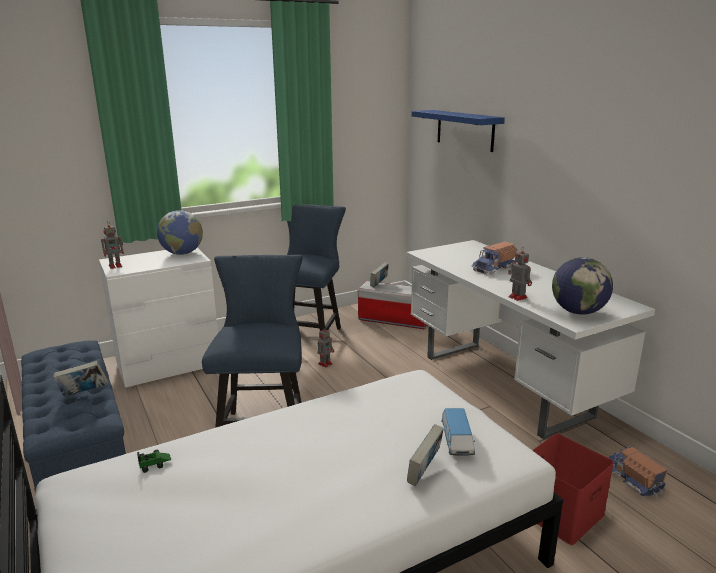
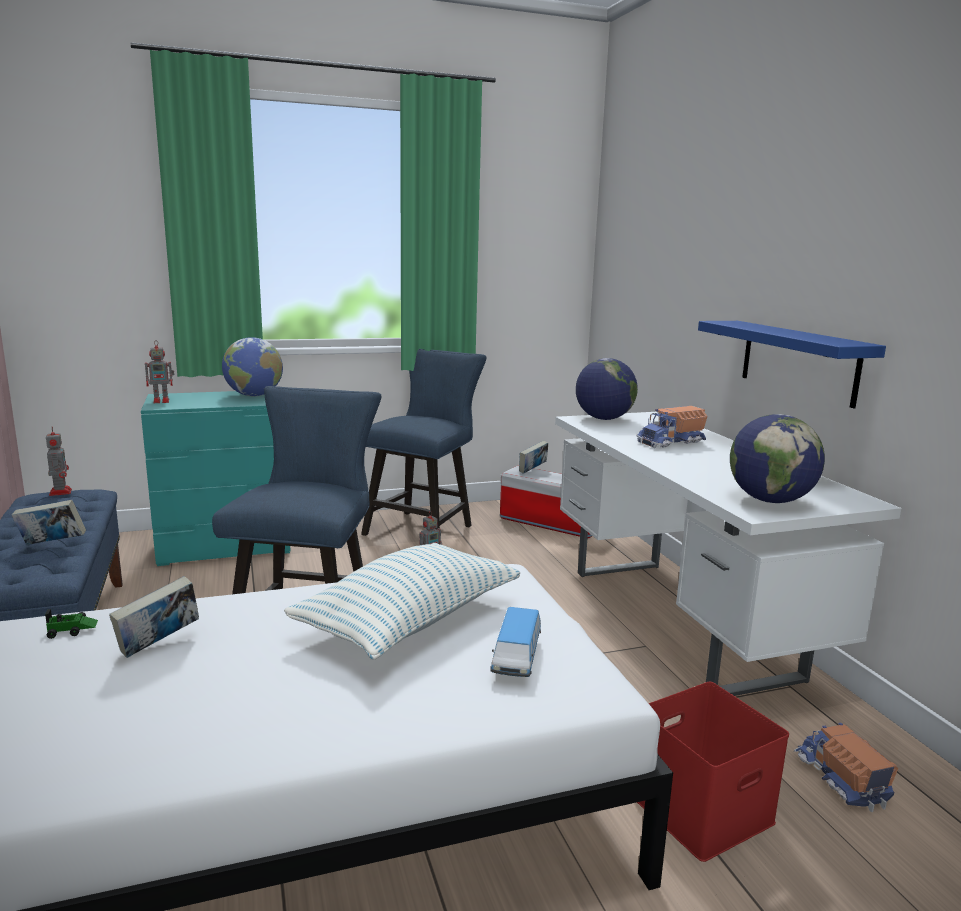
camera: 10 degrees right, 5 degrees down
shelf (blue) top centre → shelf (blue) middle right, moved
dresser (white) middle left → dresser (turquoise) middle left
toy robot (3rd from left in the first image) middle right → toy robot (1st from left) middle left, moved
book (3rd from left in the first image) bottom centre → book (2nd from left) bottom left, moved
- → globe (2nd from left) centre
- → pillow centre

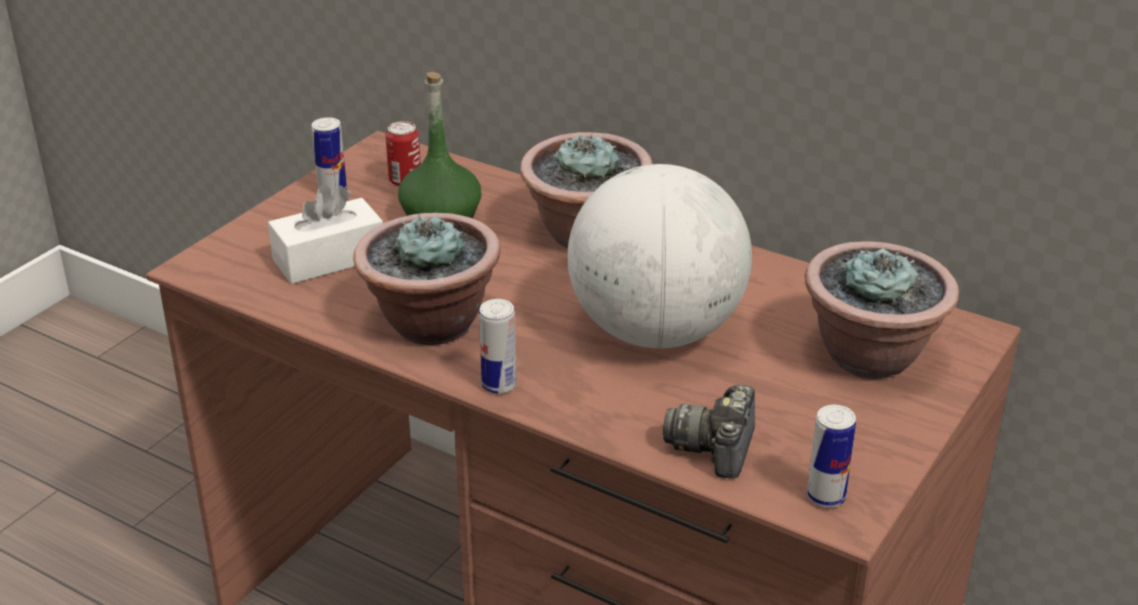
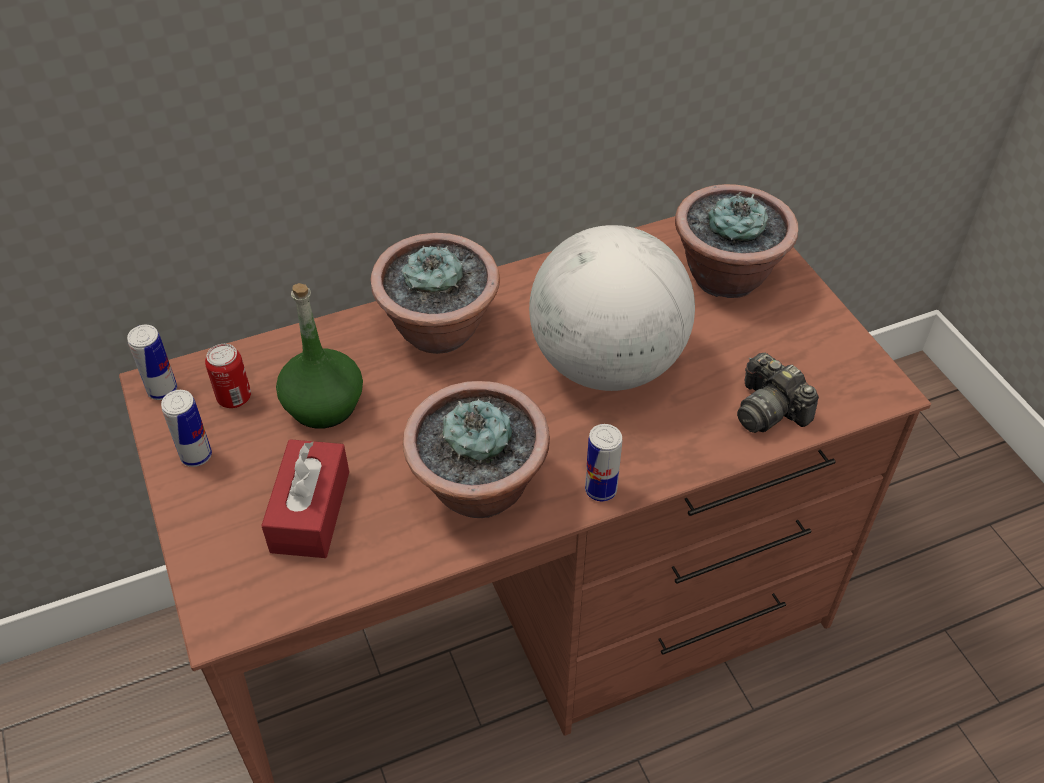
camera: 55 degrees left, 15 degrees up
tissue box (white) middle left → tissue box (red) middle left
can (4th from left in the first image) bottom right → can (1st from left) middle left, moved

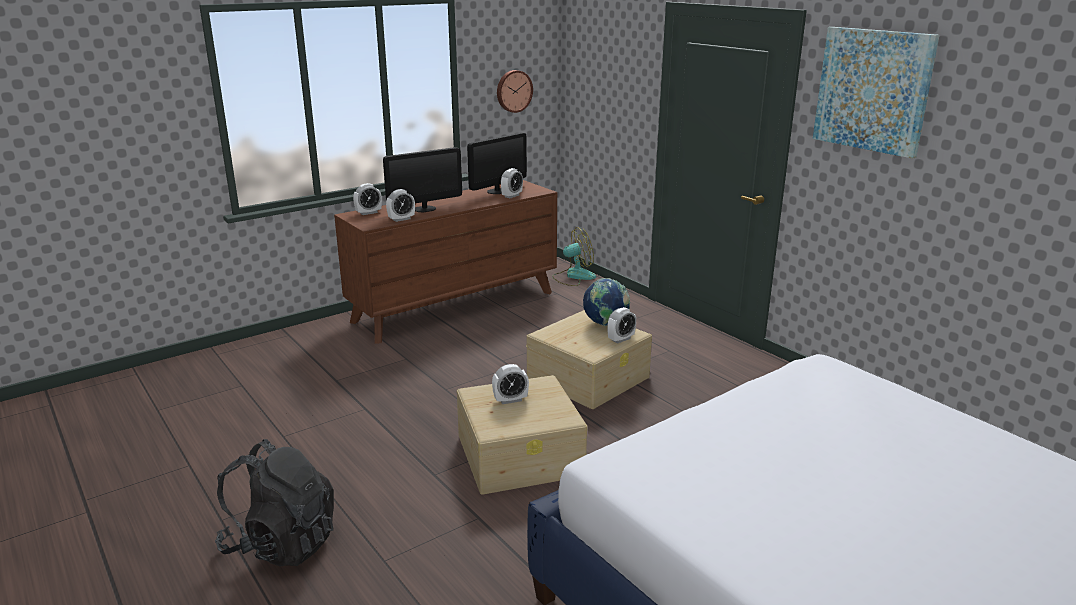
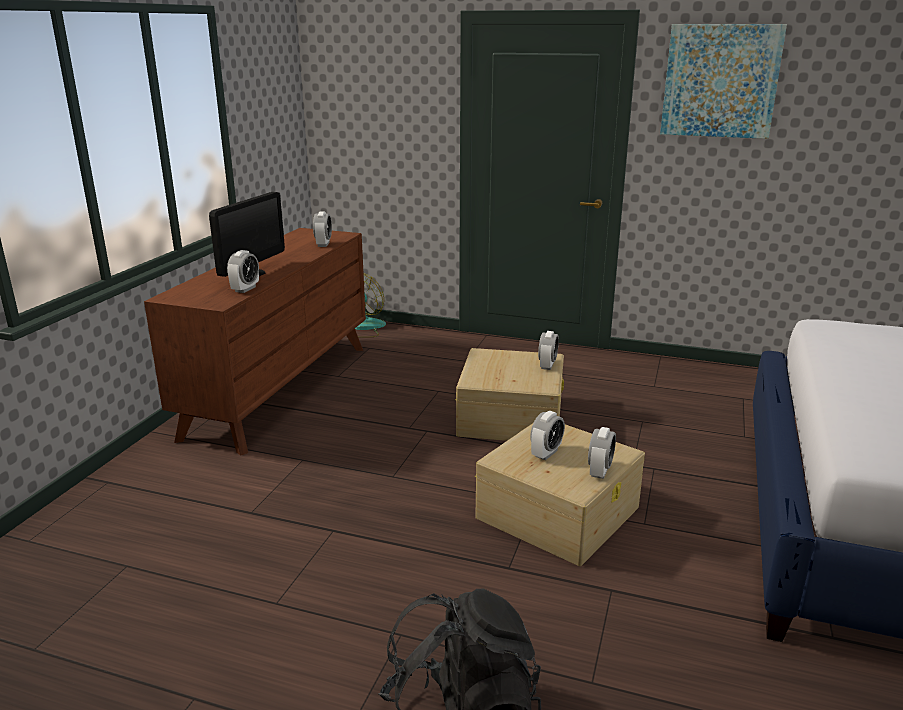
camera: 35 degrees left, 0 degrees up
wall clock top centre → -
monitor (2nd from left) top centre → -
alarm clock (1st from left in the first image) top centre → alarm clock (5th from left) middle right, moved
globe centre → -

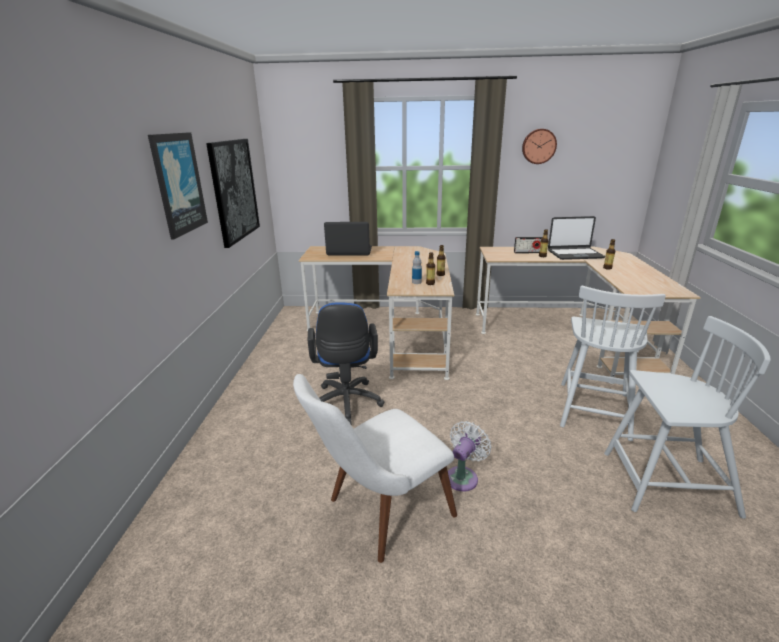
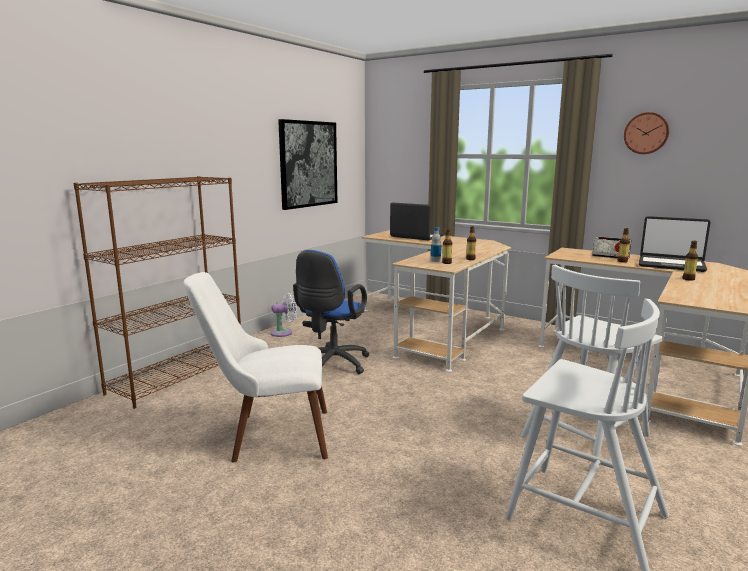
camera: 30 degrees right, 10 degrees down
picture (1st from left) top left → -
fan (white) bottom centre → fan (white) centre, moved
- → bookcase (brown) middle left

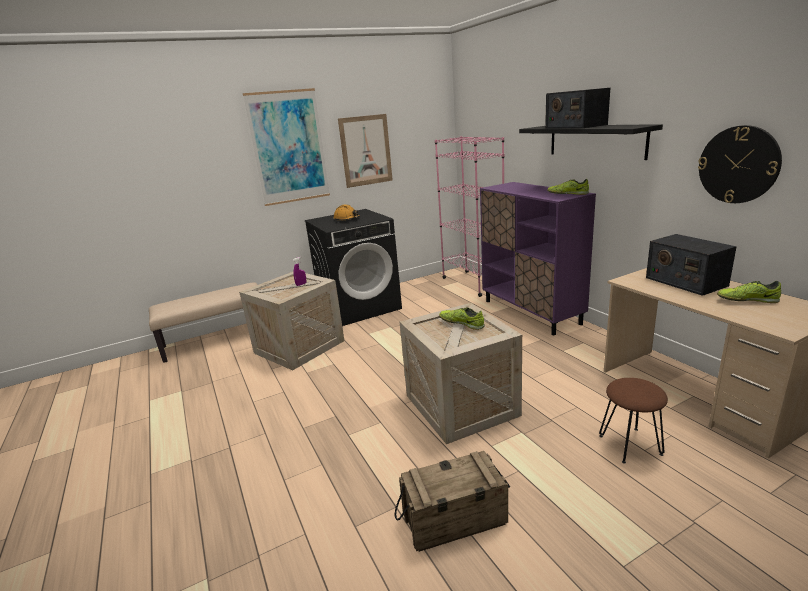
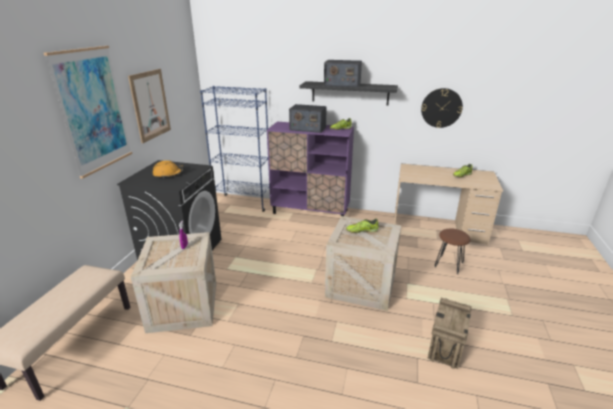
camera: 50 degrees left, 5 degrees up
bookcase (pink) centre → bookcase (blue) centre
radio (2nd from left in the first image) middle right → radio (1st from left) top centre, moved

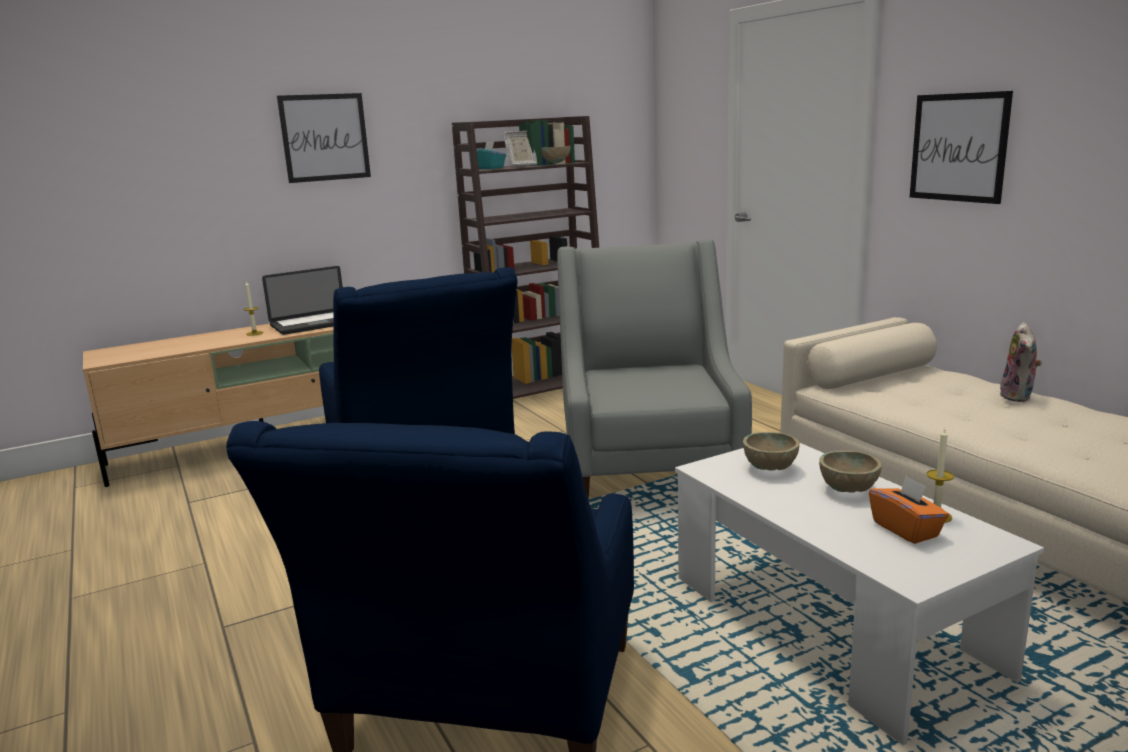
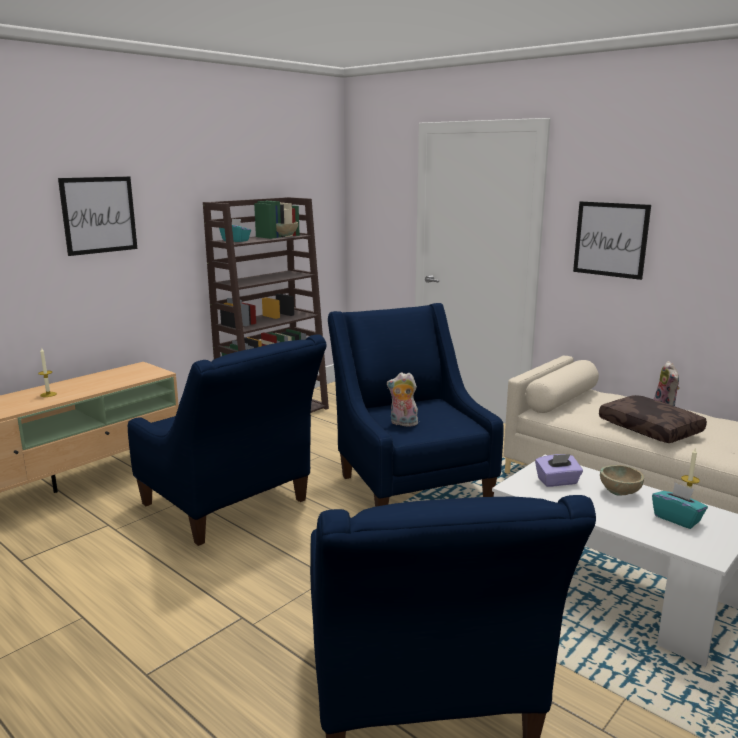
camera: 20 degrees left, 0 degrees up
picture frame top centre → -
armchair (grey) centre → armchair (blue) (2nd from left) centre
laptop middle left → -
bowl (beige) (2nd from left) middle right → tissue box (purple) middle right
tissue box (orange) bottom right → tissue box (turquoise) (2nd from left) bottom right
- → plush toy (1st from left) centre
- → pillow (brown) middle right

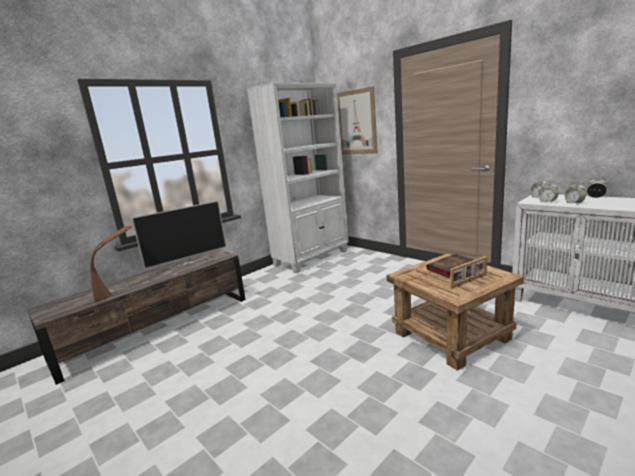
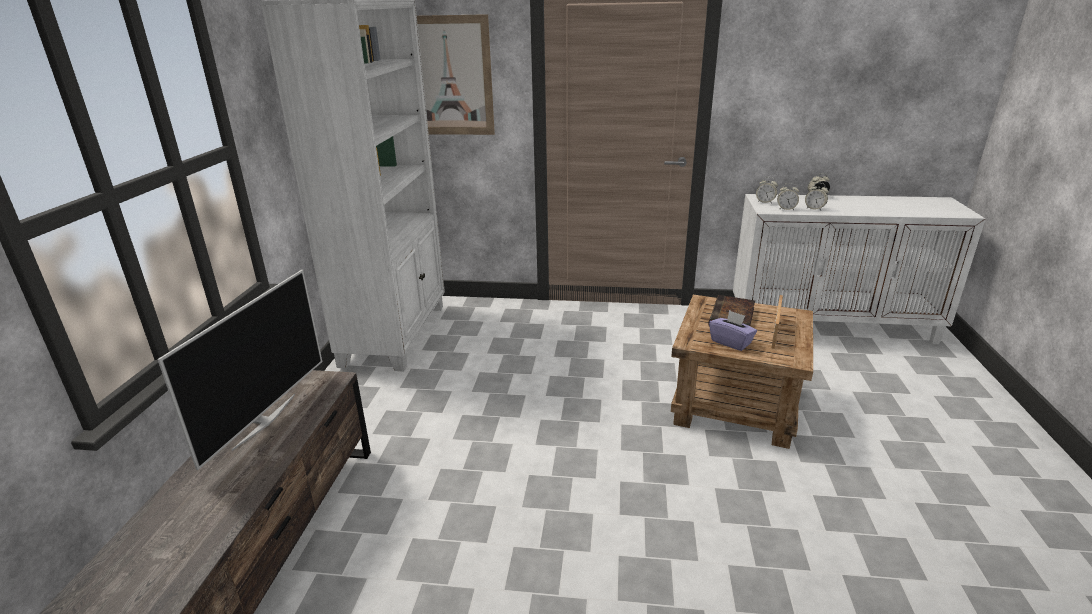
camera: 40 degrees left, 10 degrees up
table lamp (brown) middle left → -
- → tissue box (purple) middle right

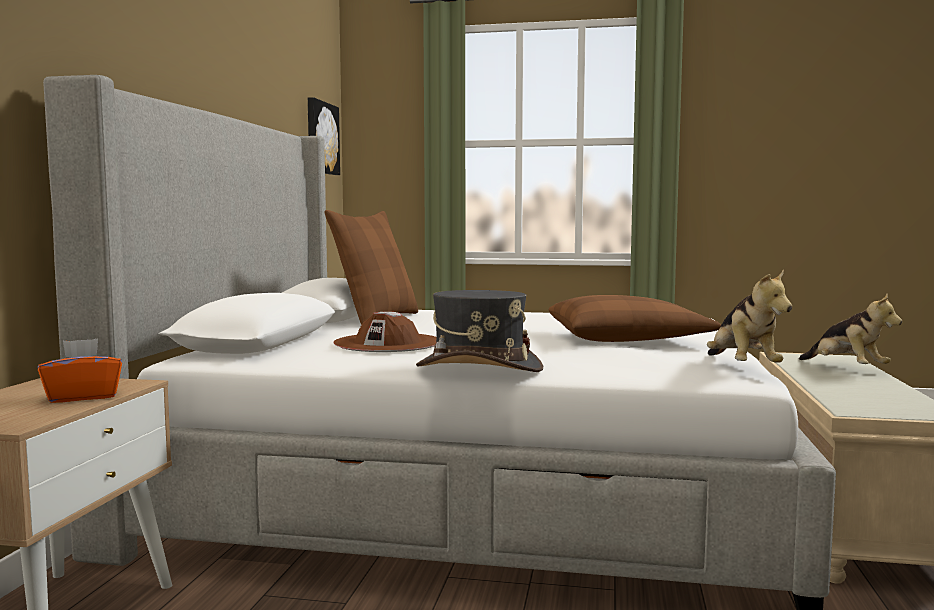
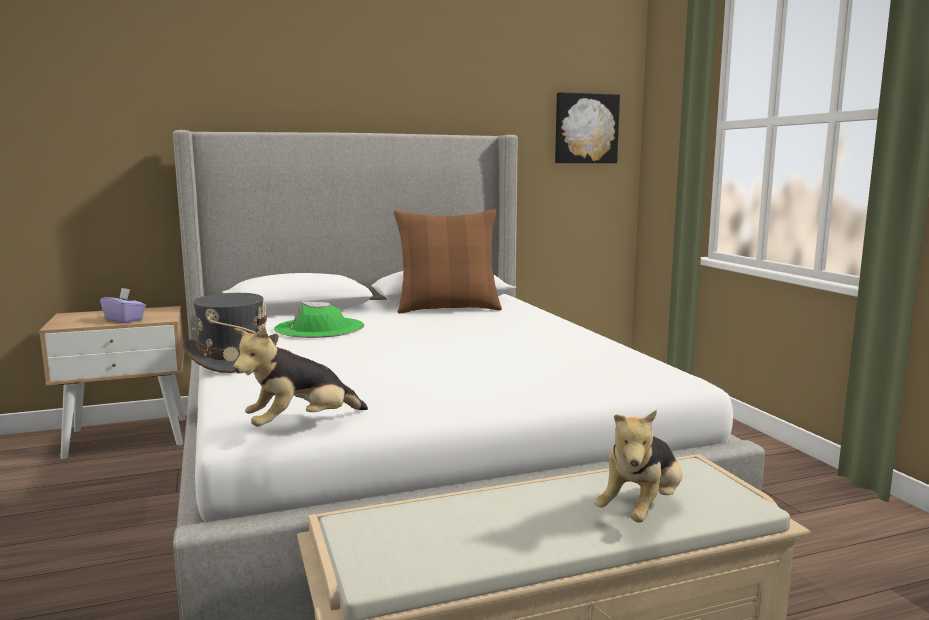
camera: 60 degrees right, 5 degrees up
pillow (brown) (2nd from left) middle right → -
hat (brown) centre → hat (green) centre
tissue box (orange) middle left → tissue box (purple) middle left

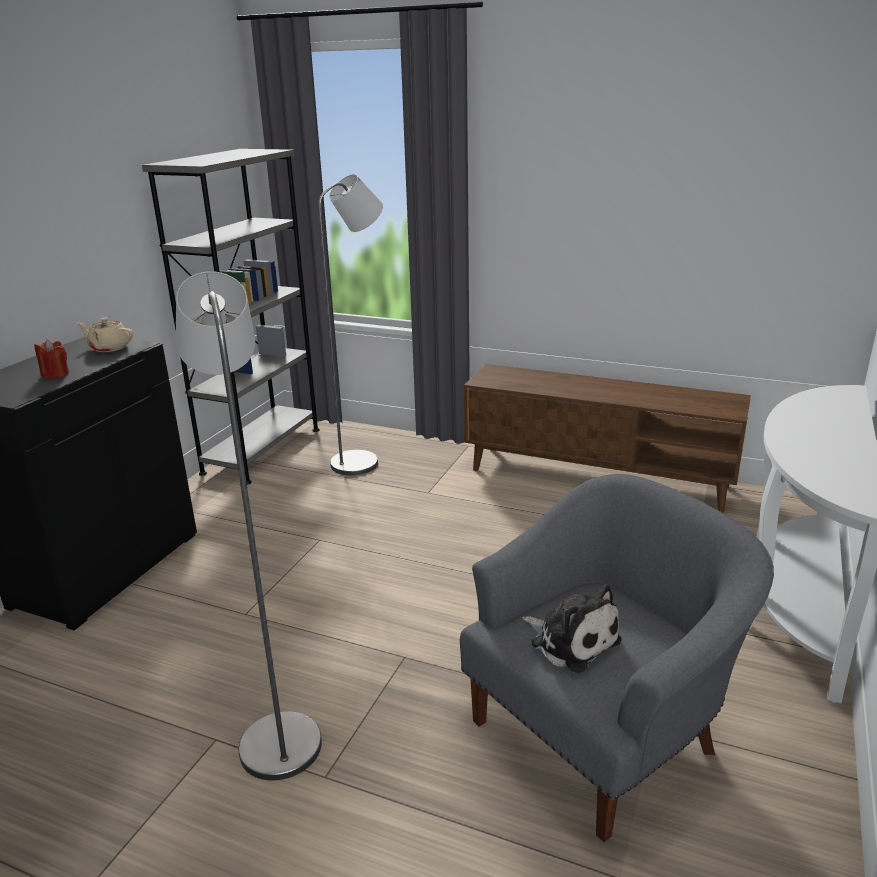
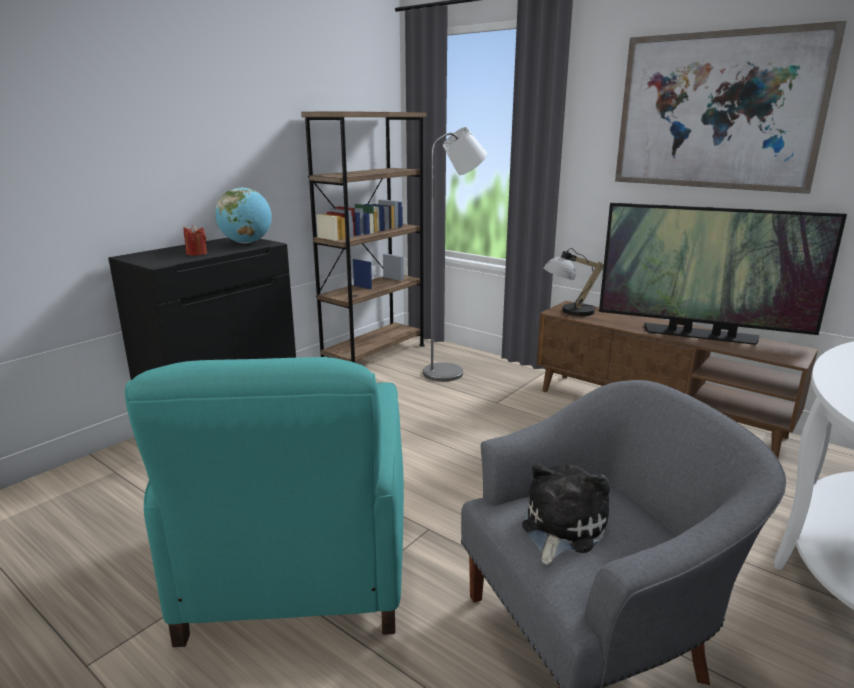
camera: 15 degrees right, 5 degrees down
bookcase (grey) middle left → bookcase (brown) centre
floor lamp (grey) (1st from left) middle left → armchair (turquoise) bottom left
teapot (beige) middle left → globe top left
plush toy bottom centre, 120 degrees counterclockwise
- → picture top right
- → television middle right
- → table lamp middle right

